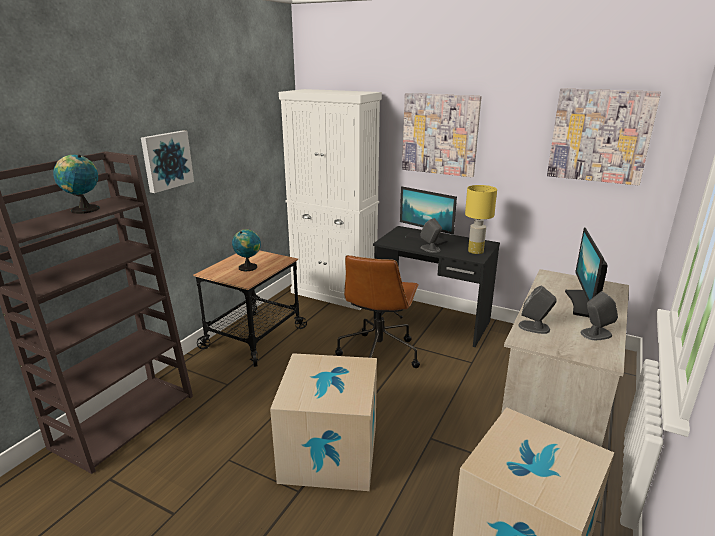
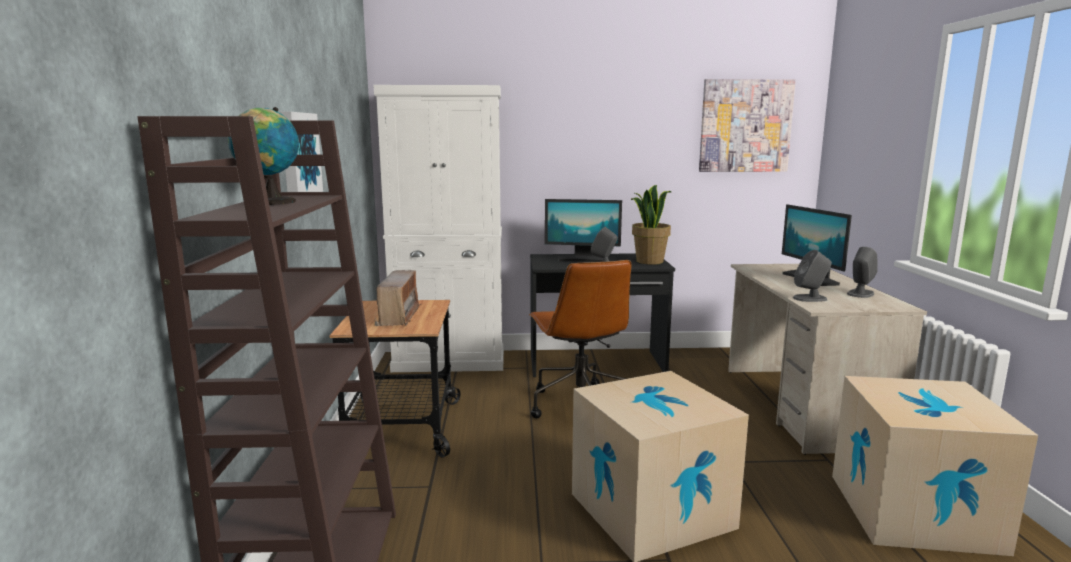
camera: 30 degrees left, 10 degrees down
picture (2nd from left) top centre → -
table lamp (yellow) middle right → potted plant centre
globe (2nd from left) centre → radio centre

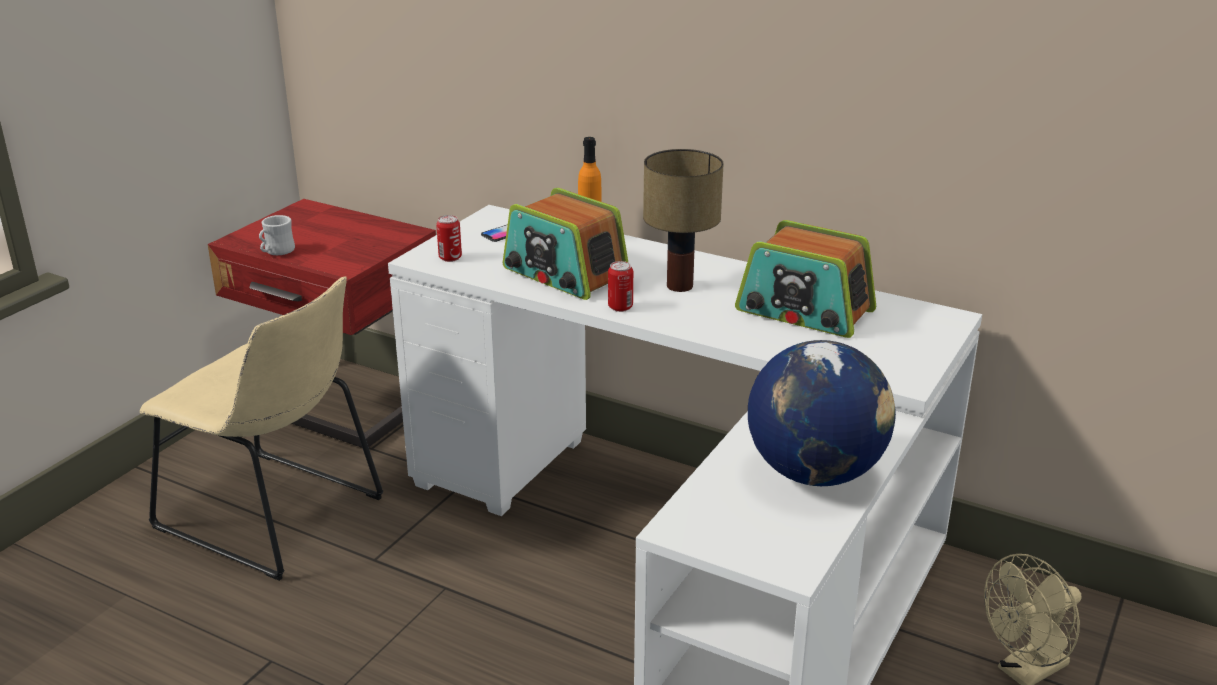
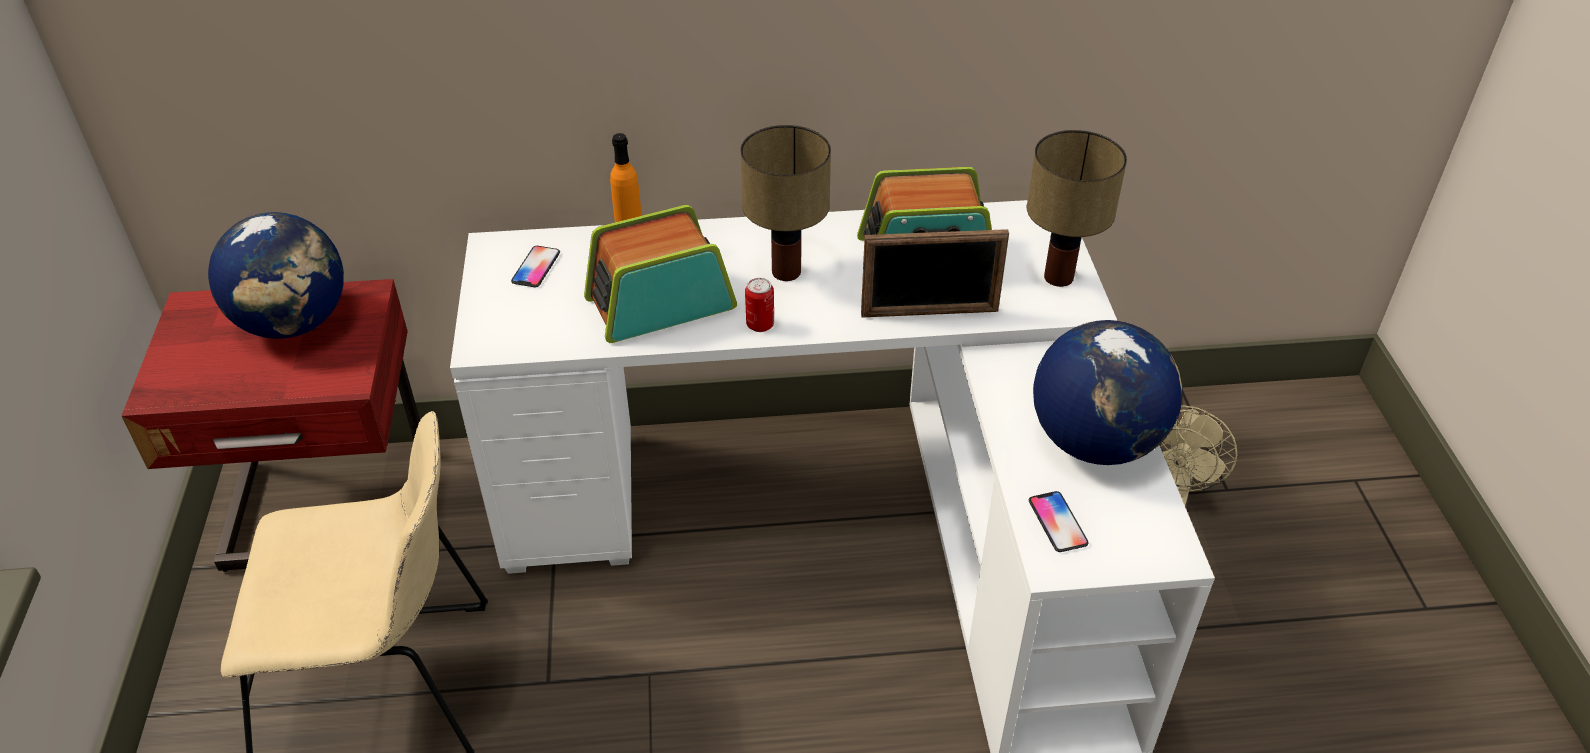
camera: 35 degrees left, 15 degrees up
radio (1st from left) centre, 150 degrees clockwise
mug (white) middle left → -
can (1st from left) centre → -
- → table lamp (2nd from left) top right
- → globe (1st from left) middle left
- → picture frame centre
- → phone (2nd from left) bottom centre

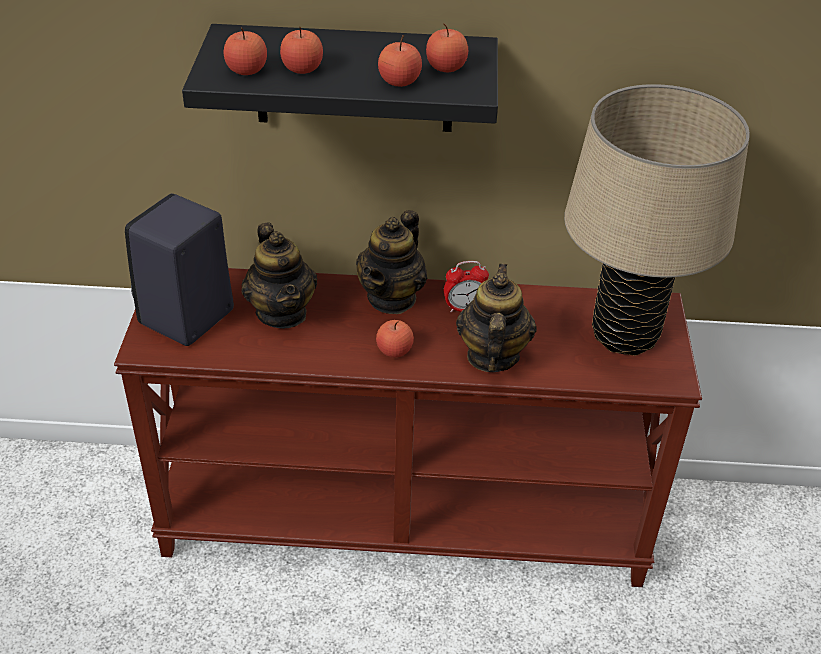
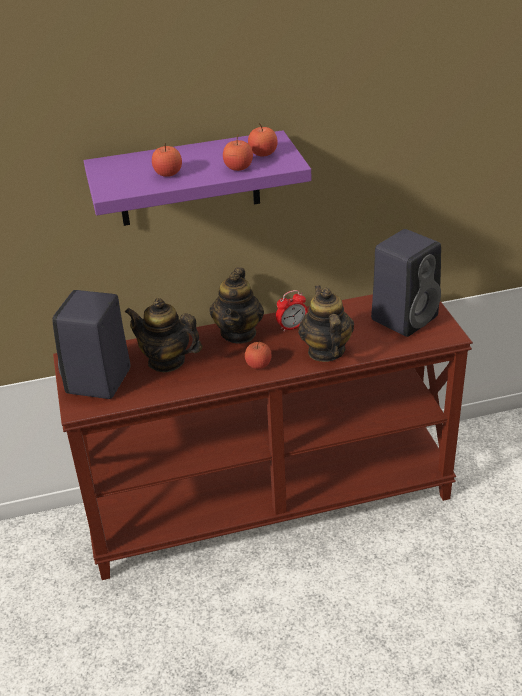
camera: 15 degrees left, 5 degrees down
shelf (black) top centre → shelf (purple) top centre
apple (1st from left) top left → -
table lamp (beige) middle right → speaker (black) (2nd from left) middle right
teapot (1st from left) centre → teapot (1st from left) middle left, 150 degrees clockwise

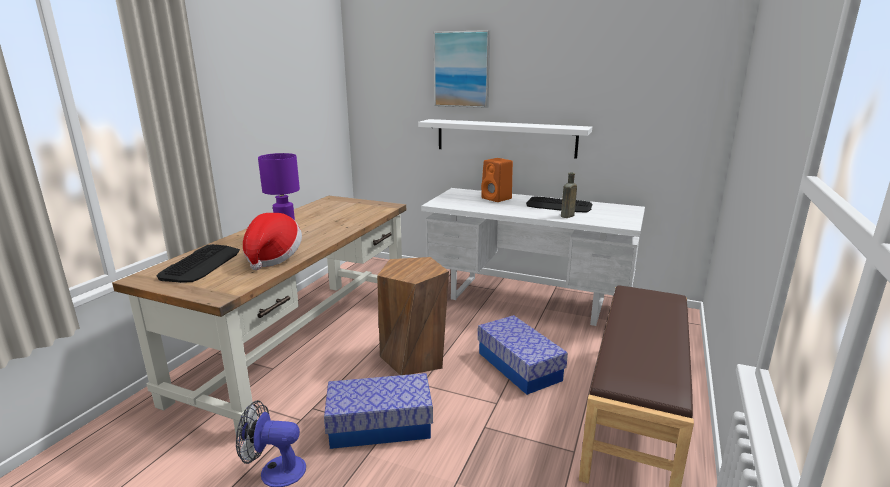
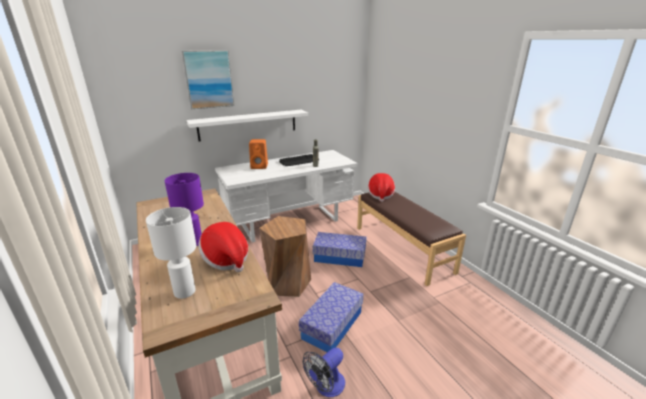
camera: 50 degrees left, 5 degrees up
keyboard (1st from left) middle left → table lamp (white) middle left
- → hat (2nd from left) centre

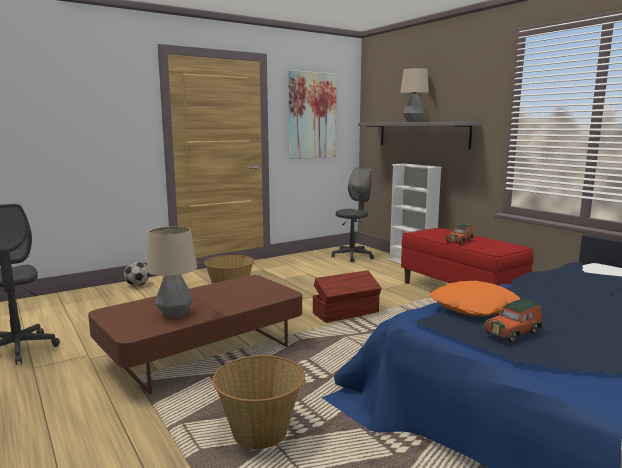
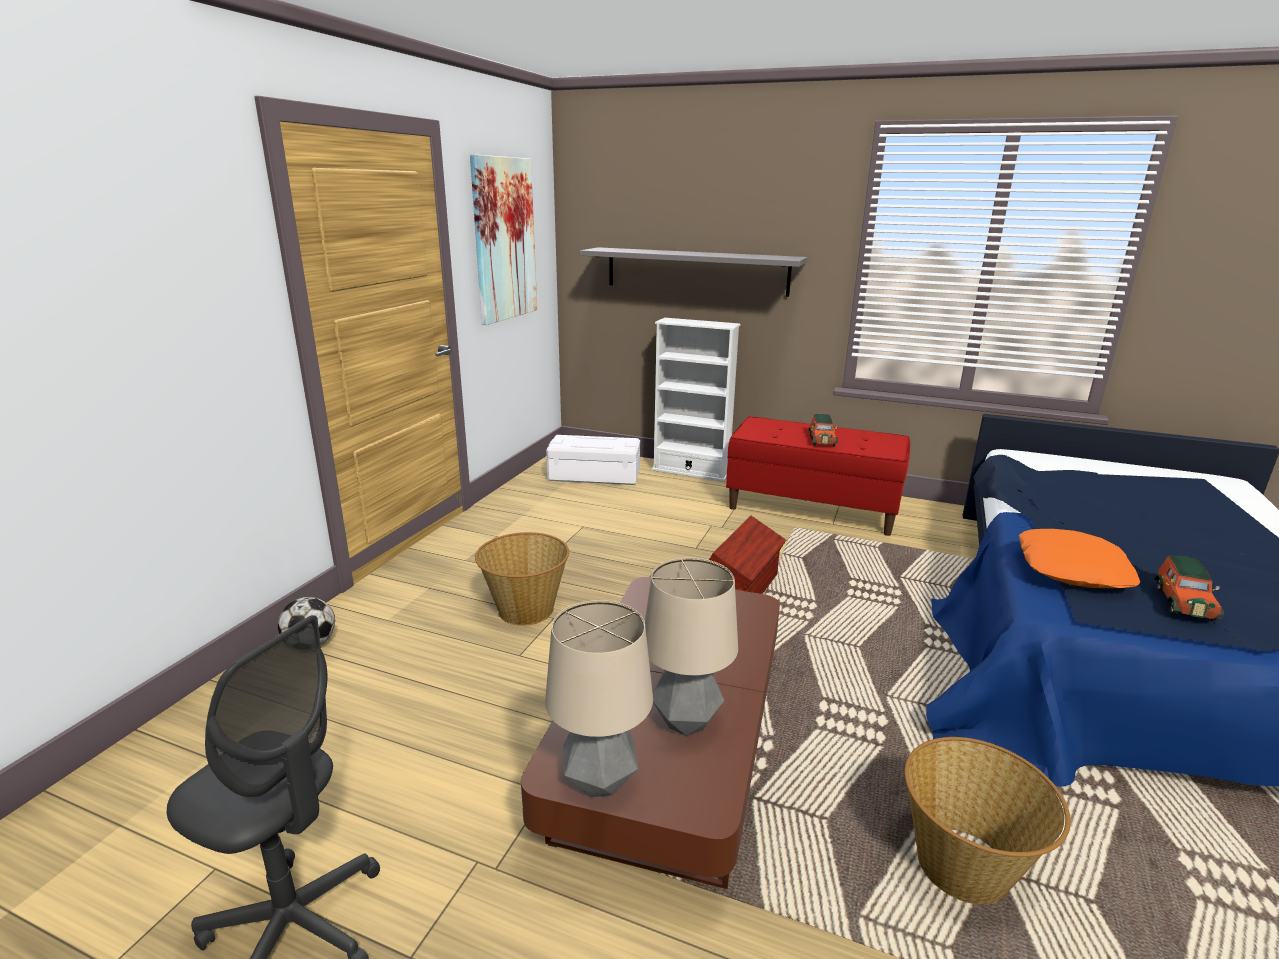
camera: 35 degrees left, 10 degrees up
table lamp (2nd from left in the first image) top centre → table lamp (1st from left) bottom centre, moved
office chair (grey) (2nd from left) centre → storage box (white) centre

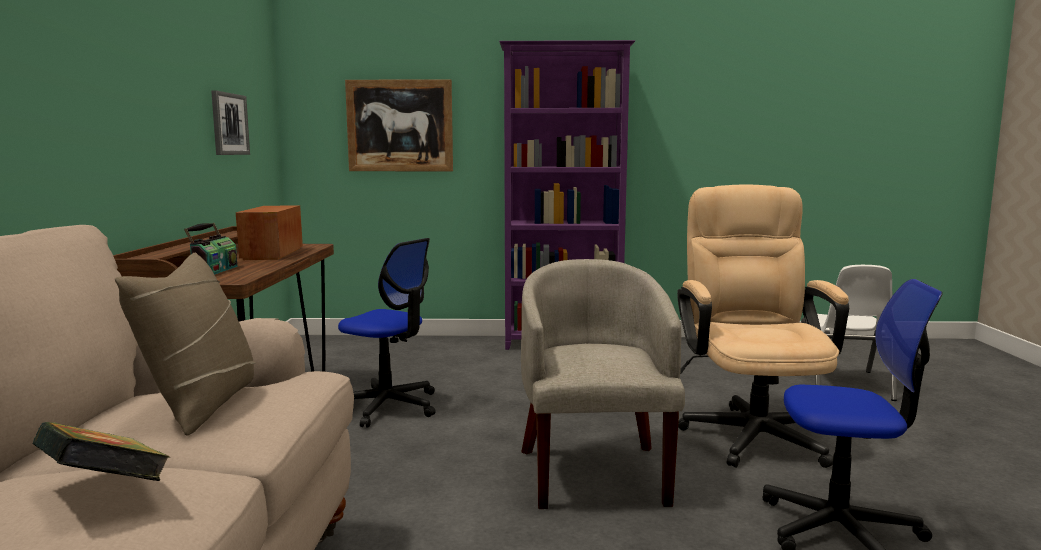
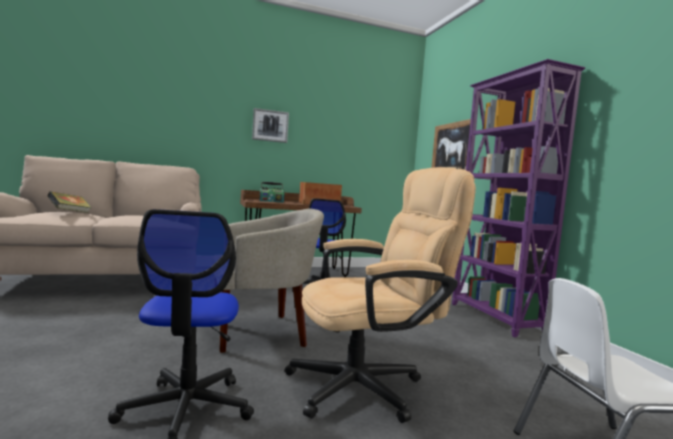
camera: 70 degrees right, 5 degrees down
picture (1st from left) top left → picture (1st from left) top centre, moved
pillow (beige) middle left → -

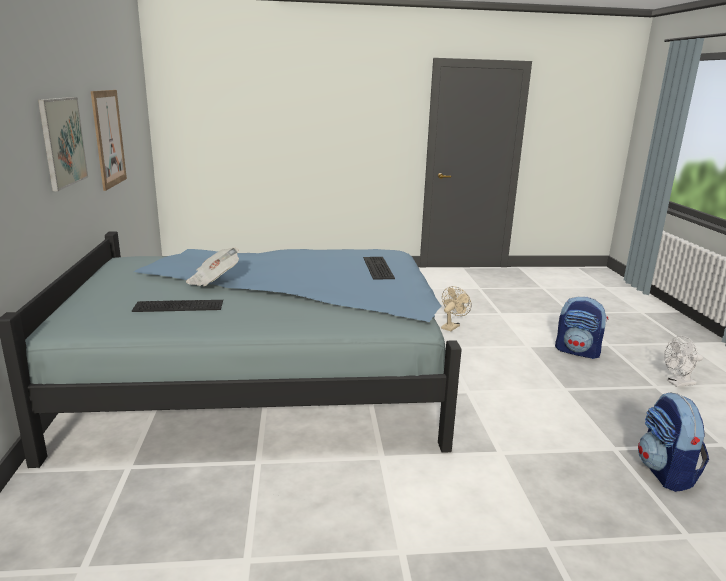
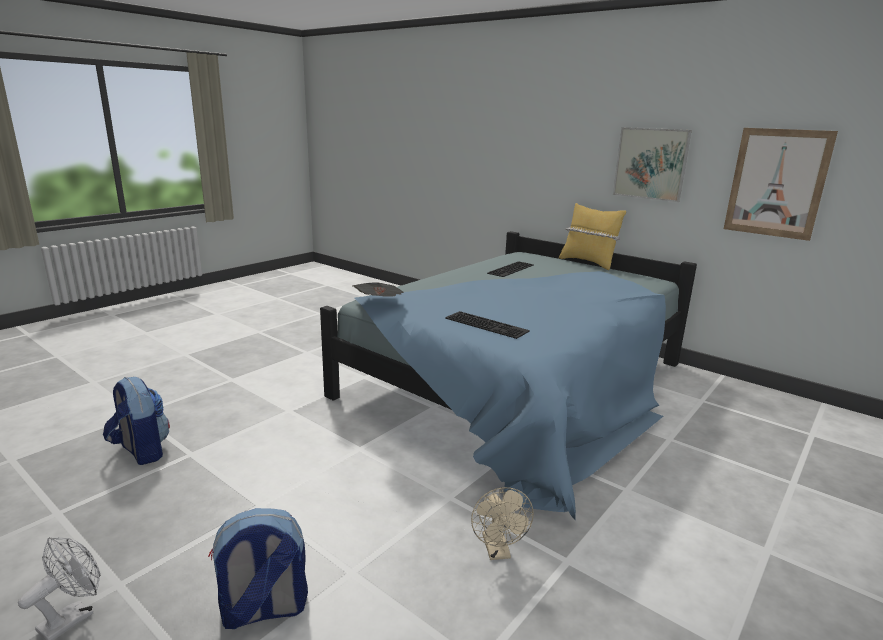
camera: 135 degrees right, 0 degrees up
newspaper middle left → newspaper centre, moved
- → pillow (yellow) middle right

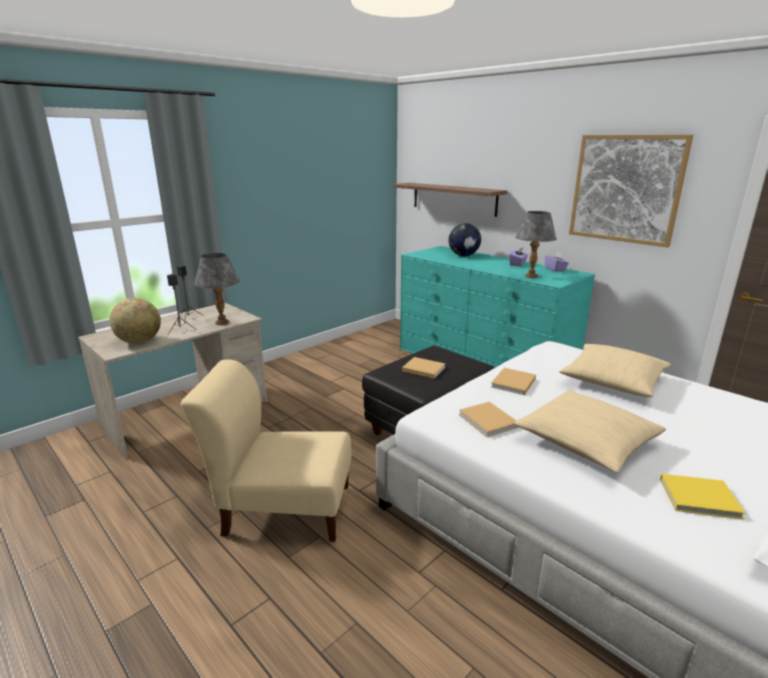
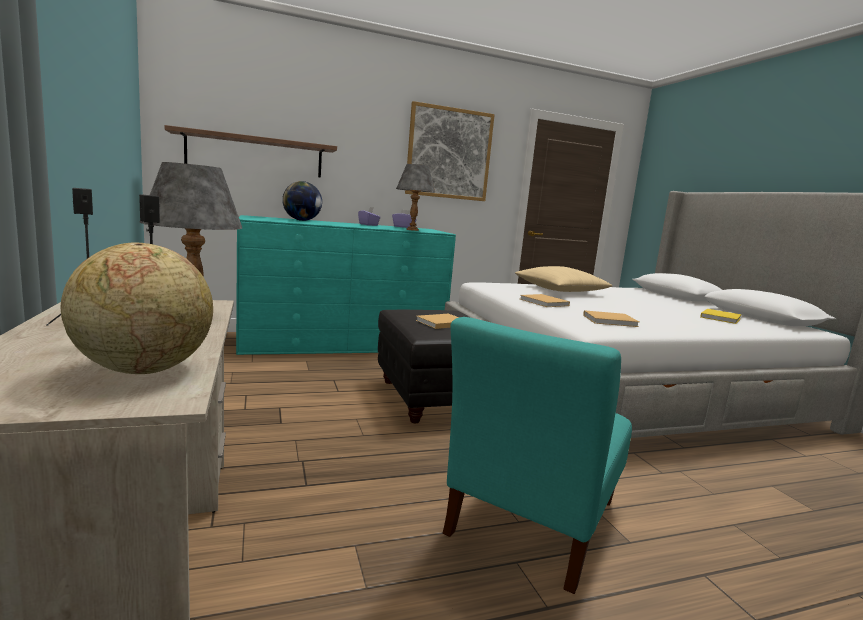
camera: 65 degrees left, 10 degrees down
chair (beige) centre → chair (turquoise) bottom centre
pillow (beige) (1st from left) middle right → -

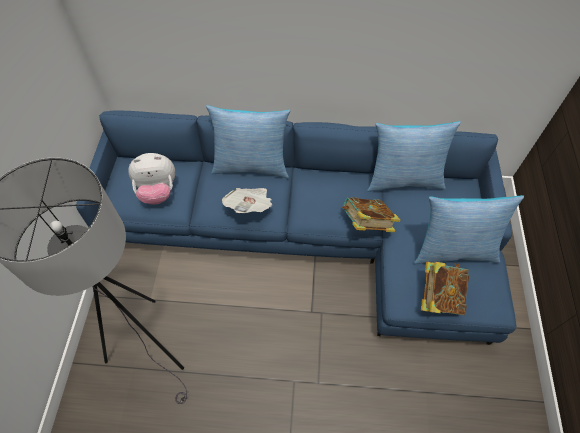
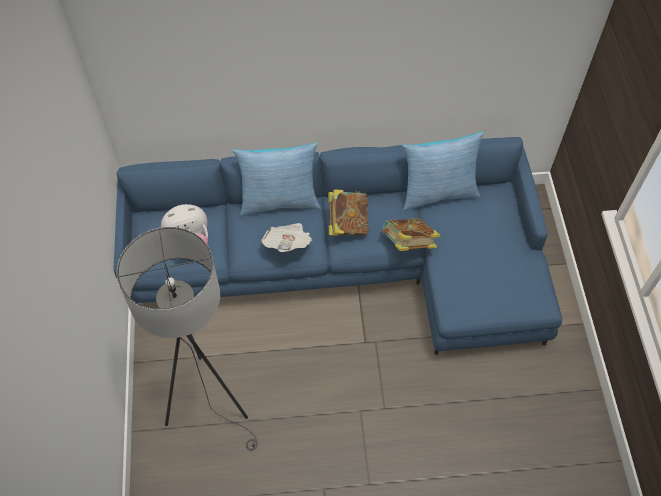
camera: 10 degrees left, 0 degrees up
pillow (3rd from left) middle right → -
book (2nd from left in the first image) middle right → book (1st from left) centre, moved

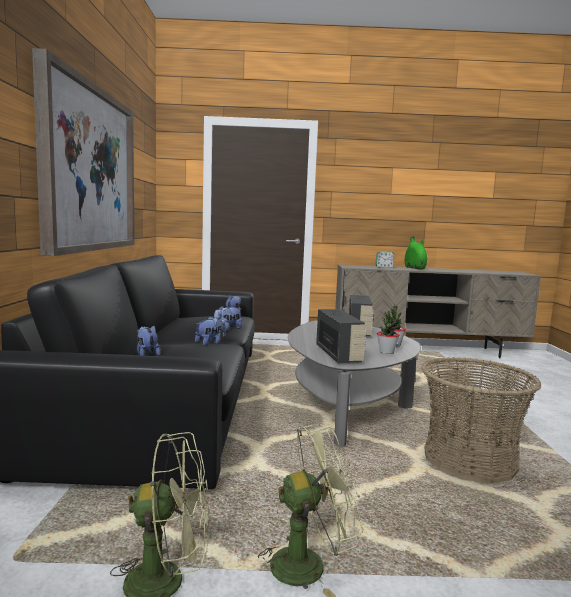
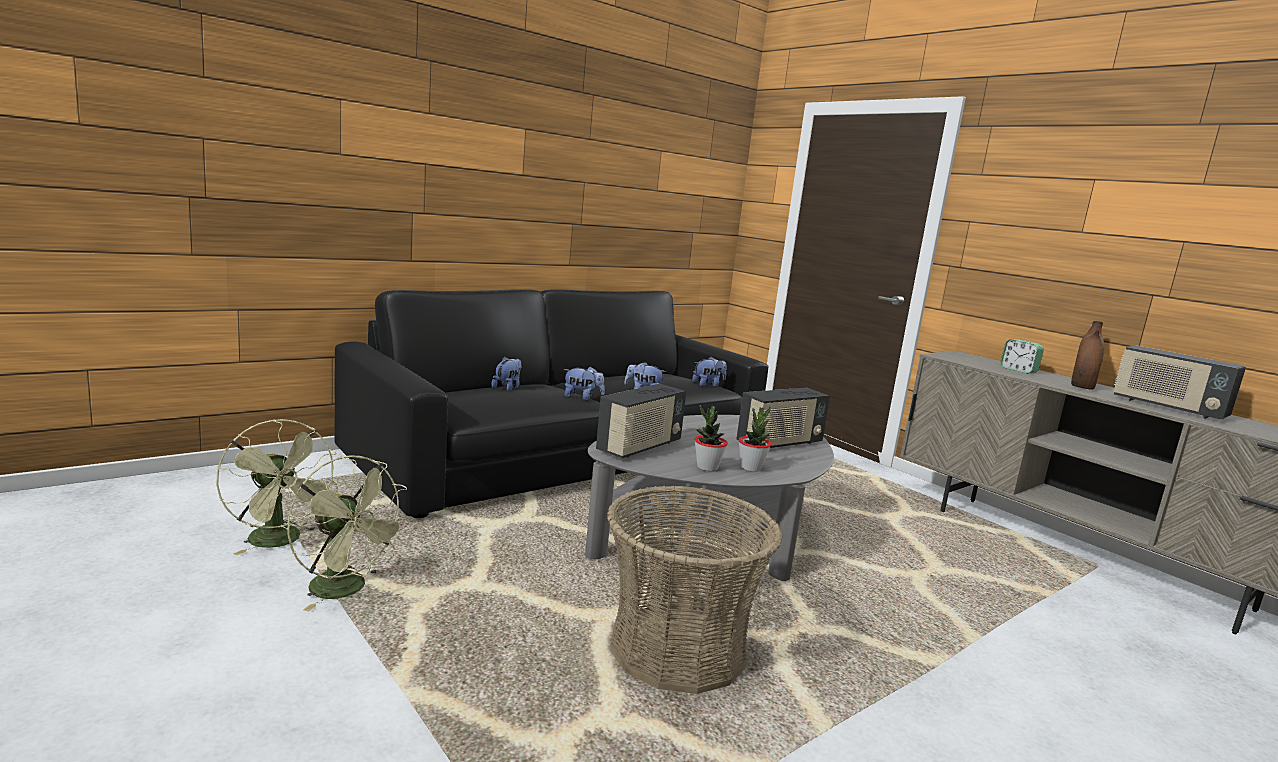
camera: 50 degrees right, 5 degrees up
picture top left → -
vase (green) middle right → vase (brown) middle right
- → radio (3rd from left) middle right

